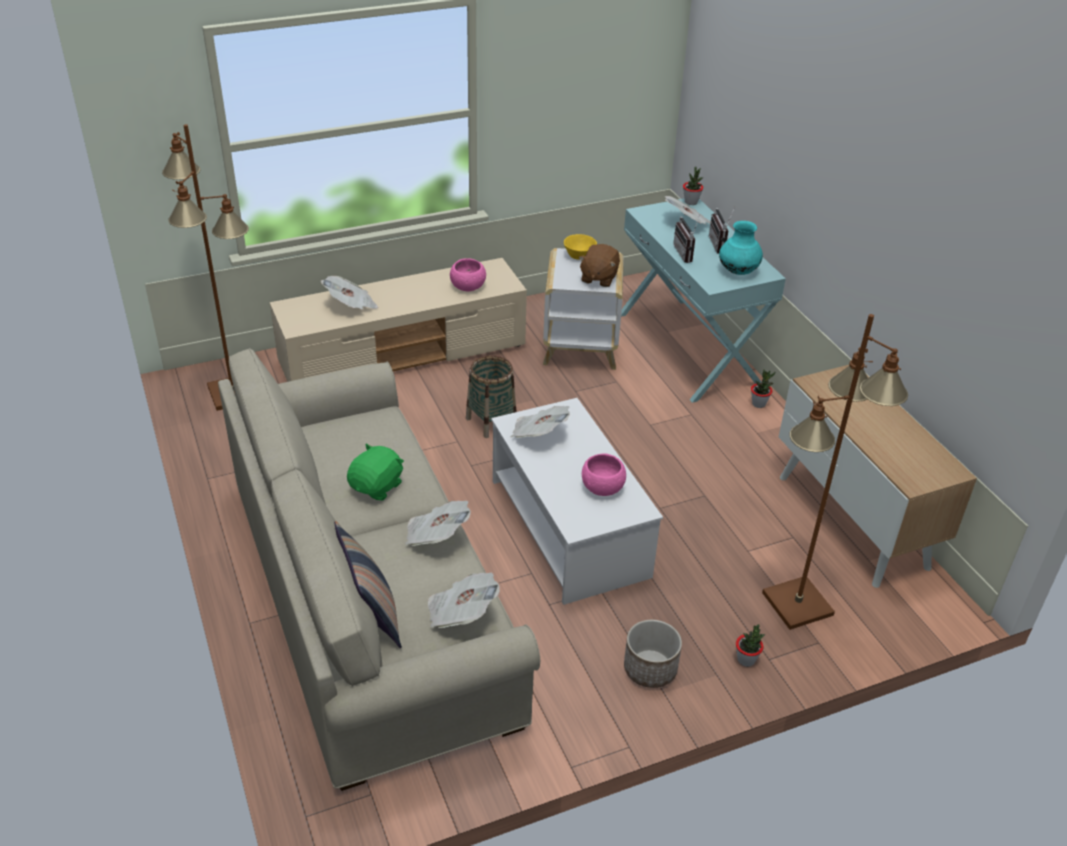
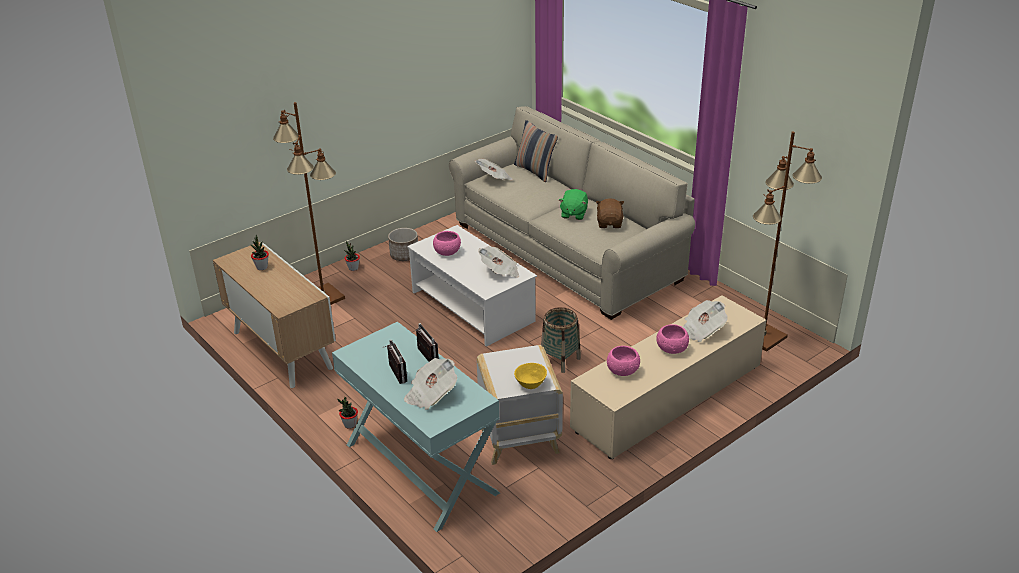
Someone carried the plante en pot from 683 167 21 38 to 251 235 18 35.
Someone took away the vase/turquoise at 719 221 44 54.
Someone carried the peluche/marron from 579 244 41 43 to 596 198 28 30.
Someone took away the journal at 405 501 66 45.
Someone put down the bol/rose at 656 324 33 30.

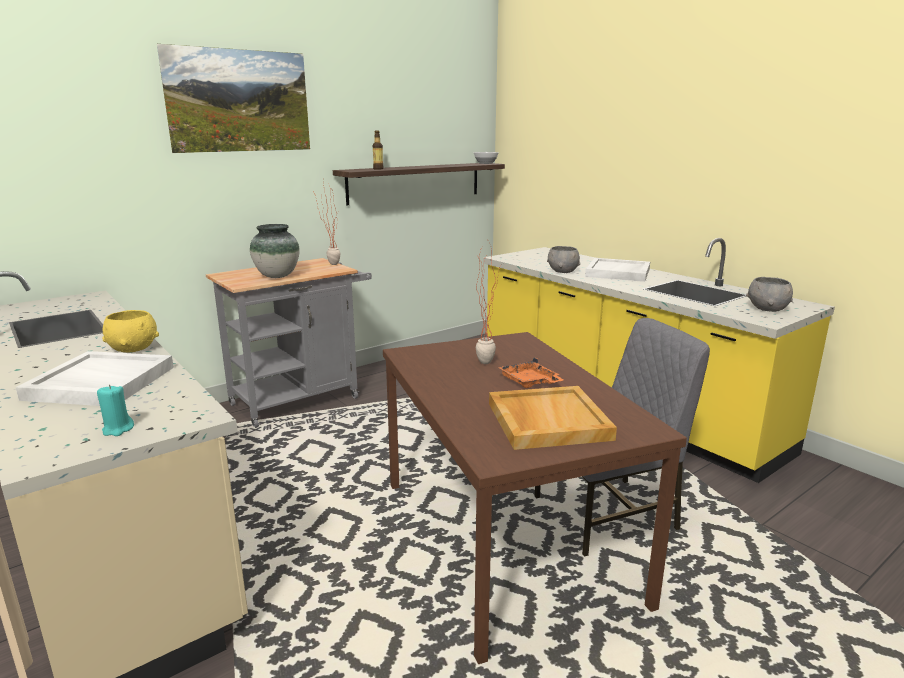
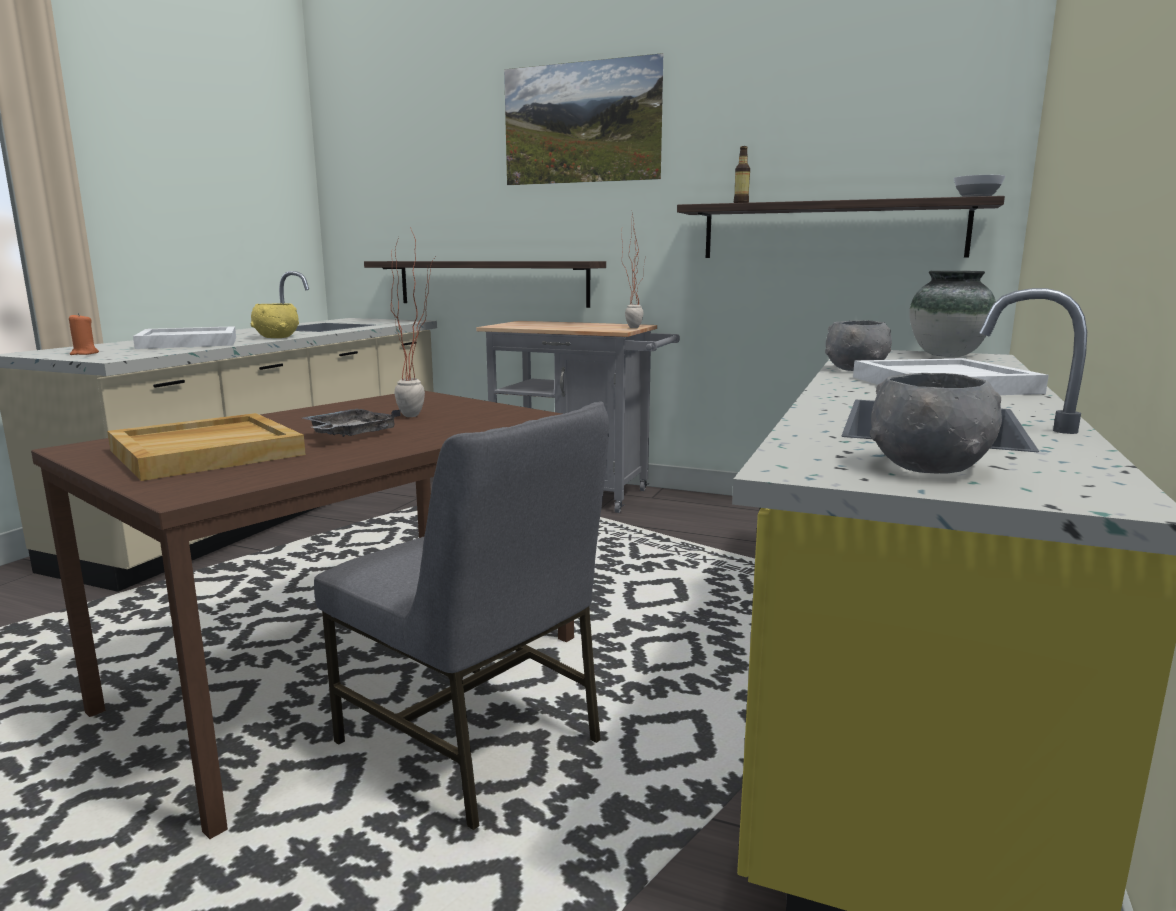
Someone carried the vase from 250 224 50 54 to 909 271 87 86.
Someone repainted the plateau/orange at 498 357 65 31, which became the plateau/gris at 303 409 98 28.
Someone repainted the bougie/turquoise at 97 385 37 51, which became the bougie/orange at 69 313 30 42.
Someone put up the étagère at 364 261 242 47.

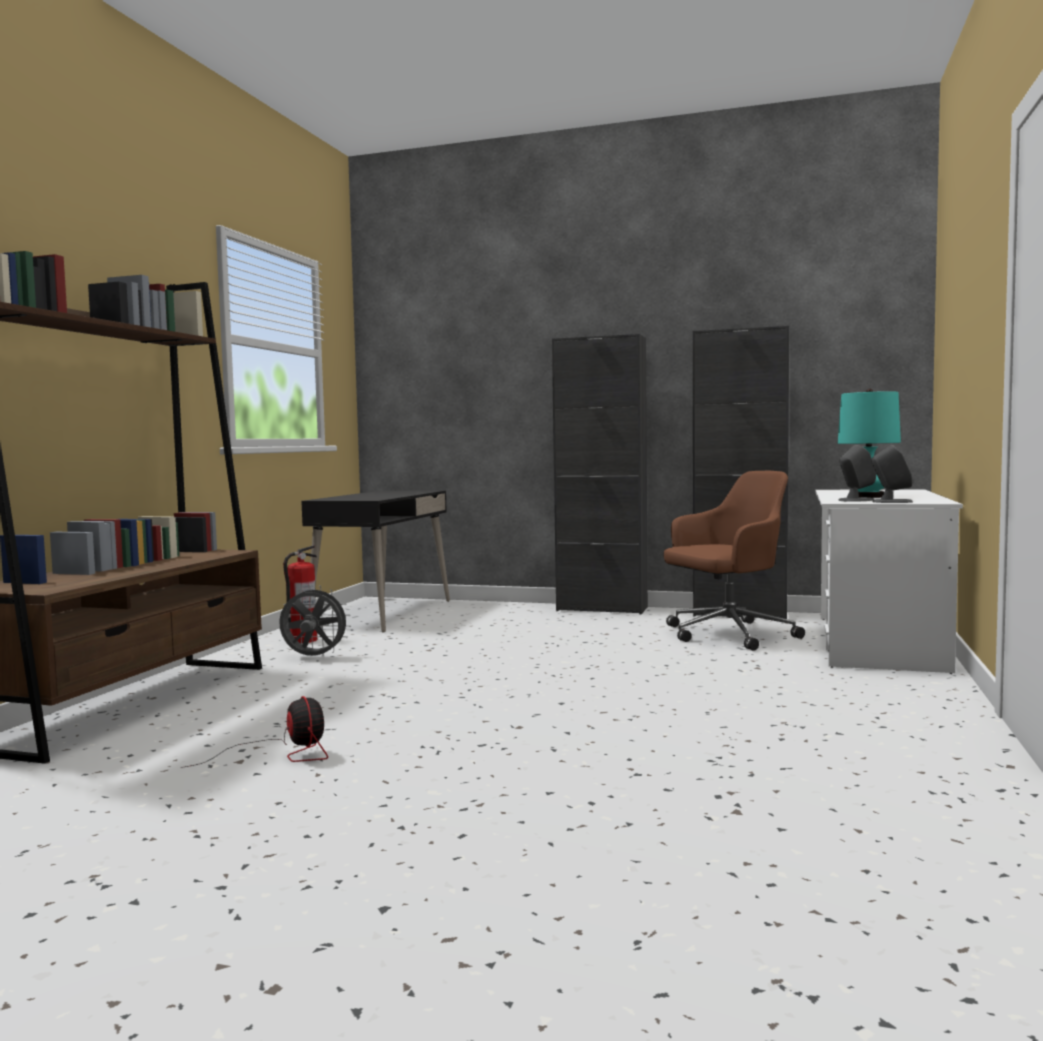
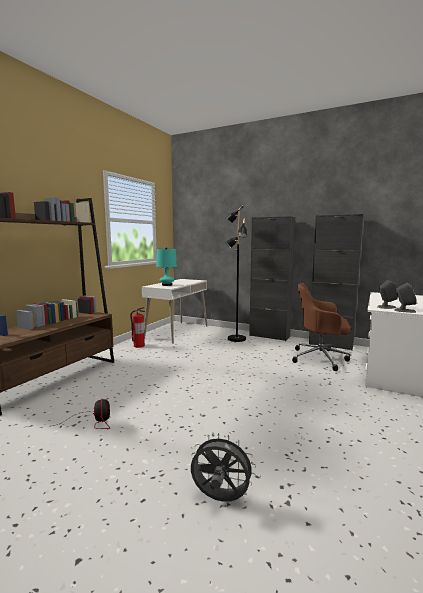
Someone carried the lampe de table/turquoise from 838 389 63 109 to 156 247 21 39.
Someone rotated the chaise de bureau/marron at 664 471 141 180 by 150 degrees counterclockwise.
Someone repainted the bureau/noir at 301 491 149 141, which became the bureau/blanc at 142 279 65 65.
Someone carried the ventilateur/gris from 279 585 72 71 to 191 433 65 69.
Someone put down the lampadaire/noir at 225 205 22 137.

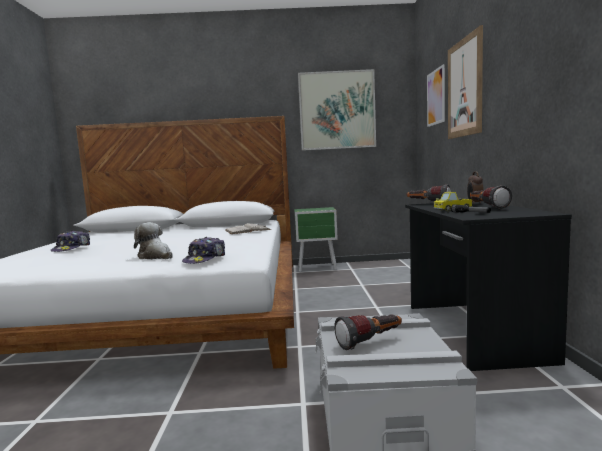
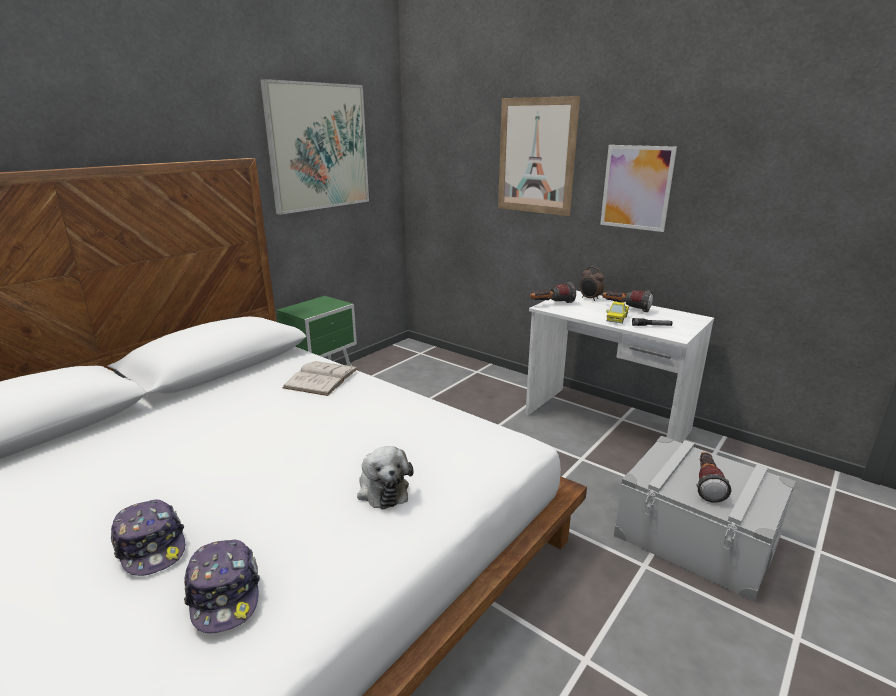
Someone carried the tableau from 427 64 18 63 to 600 145 77 87.
Someone repainted the bureau/noir at 405 201 167 170, which became the bureau/blanc at 525 291 189 152.
Someone rotated the peluche at 134 222 39 37 by 105 degrees counterclockwise.
Someone carried the casquette from 182 237 43 27 to 184 540 76 93.

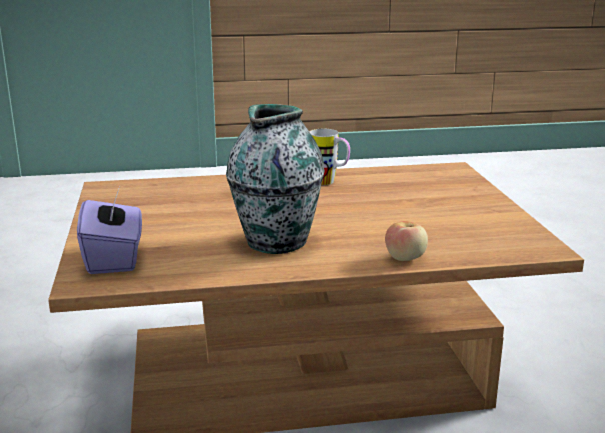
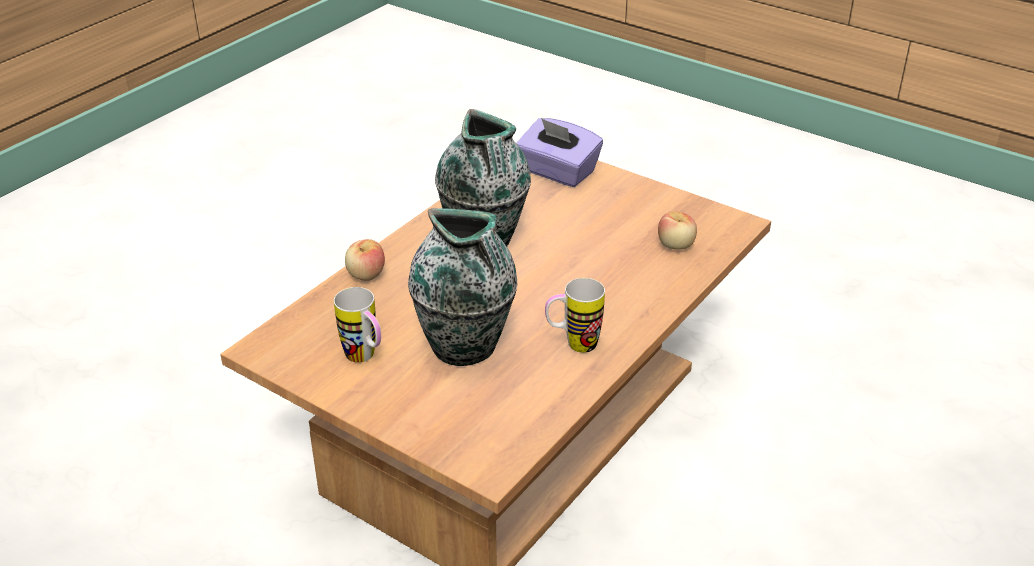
Someone put down the vase at 408 208 109 158.
Someone put down the pomme at 658 212 39 38.
Someone put down the mug at 334 287 47 76.

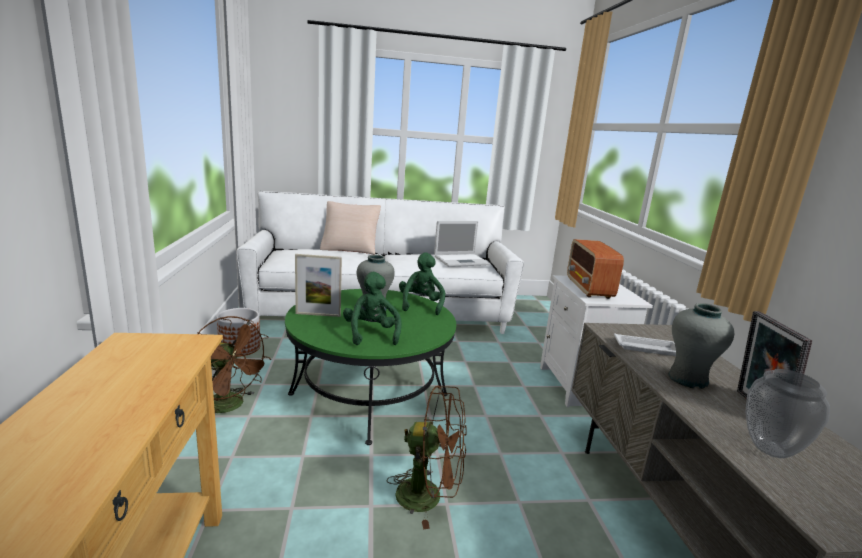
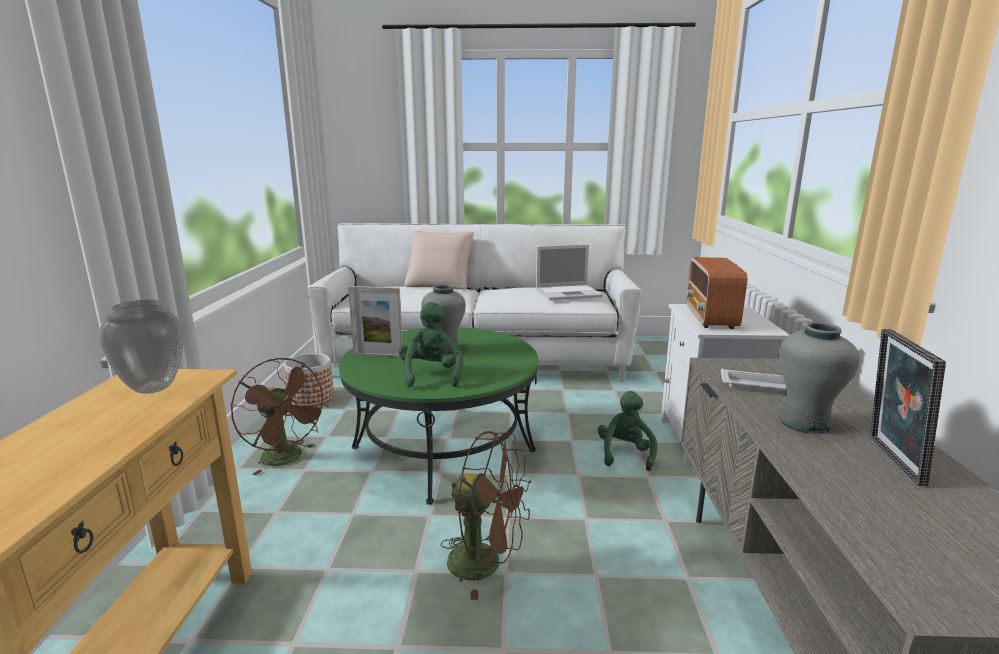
Someone carried the peluche/vert from 399 252 46 63 to 598 391 59 80.
Someone carried the vase from 745 369 85 89 to 99 300 84 94.

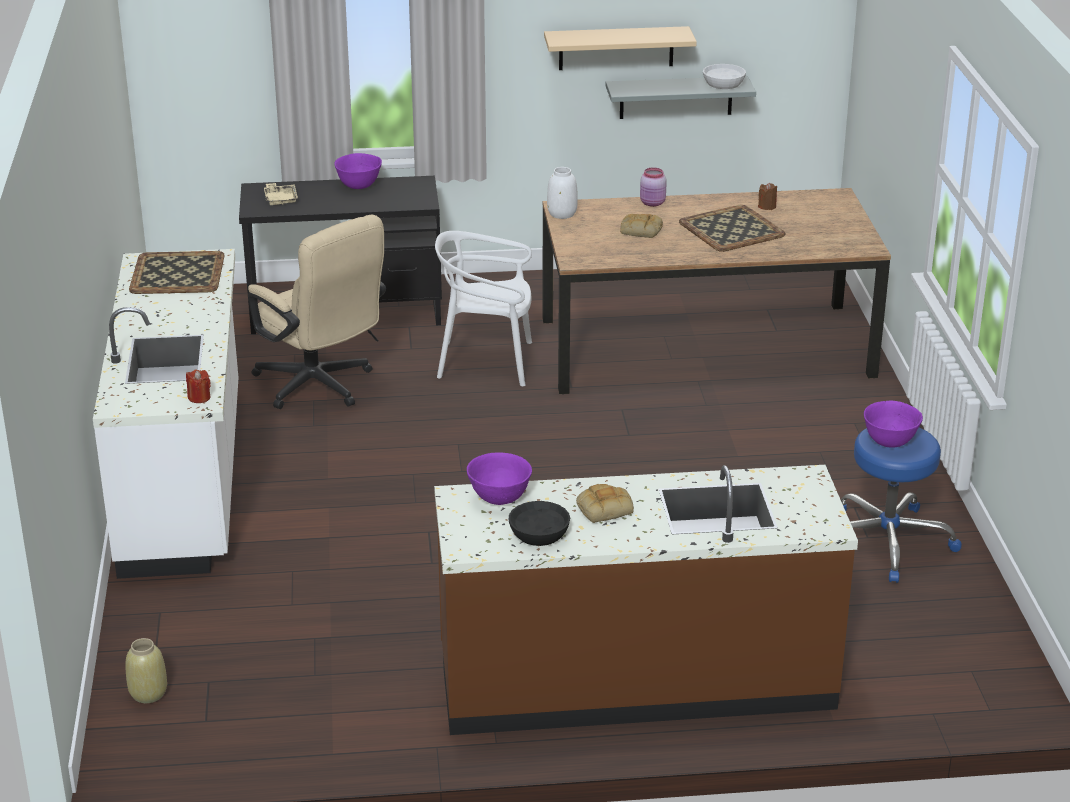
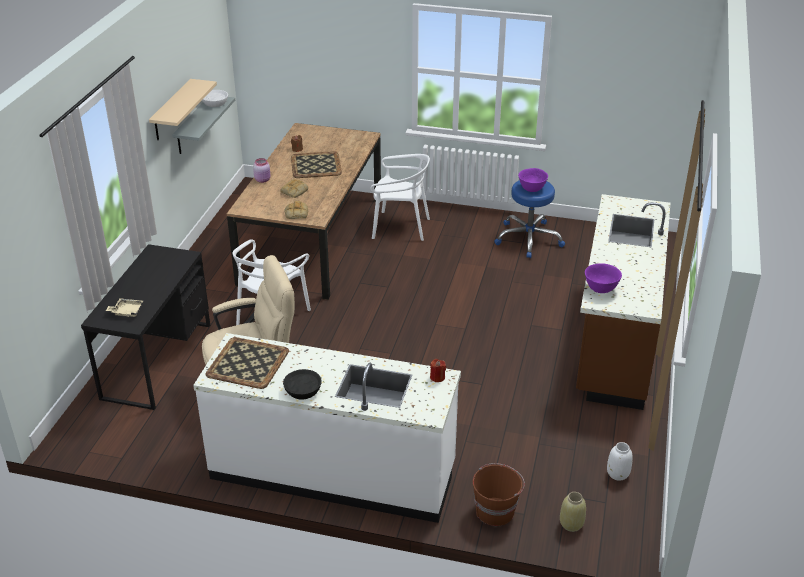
Someone took away the bol/violet at 334 153 48 36.
Someone carried the vase/blanc from 547 167 31 52 to 607 442 26 39.
Someone carried the pain from 576 484 58 39 to 284 201 24 18.
Someone carried the bol/noir from 509 501 61 45 to 283 369 39 31.
Someone put down the chaise/blanc at 370 154 60 87.
Someone put down the seau/marron at 473 463 52 63.

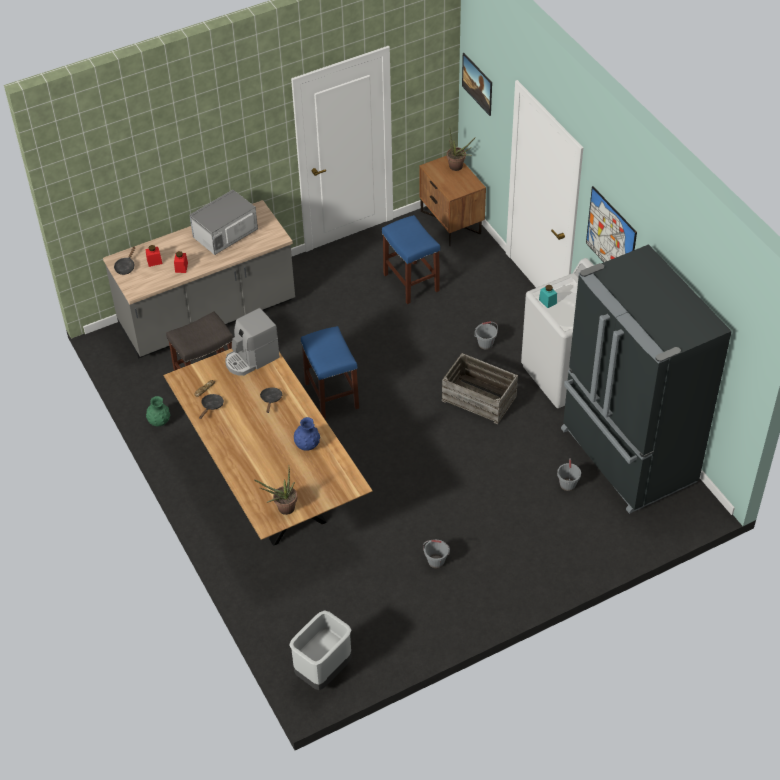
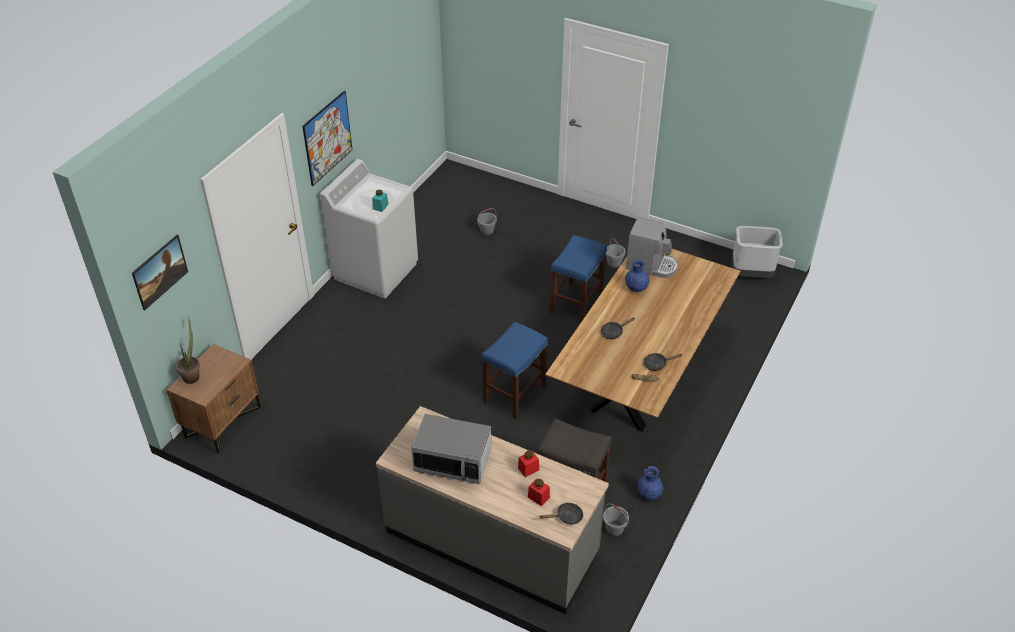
Someone carried the tabouret/bleu from 382 215 58 89 to 550 235 57 88.
Someone took away the réfrigérateur/noir at 561 244 171 270.
Someone carried the machine à café from 225 308 55 68 to 626 217 52 61.
Someone carried the seau/gris from 475 321 23 29 to 603 503 26 34.
Someone took away the caisse at 442 353 76 71.
Someone repainted the vase/vert at 146 396 24 30, which became the vase/bleu at 637 466 26 34.
Someone took away the plante en pot at 255 467 42 48.

